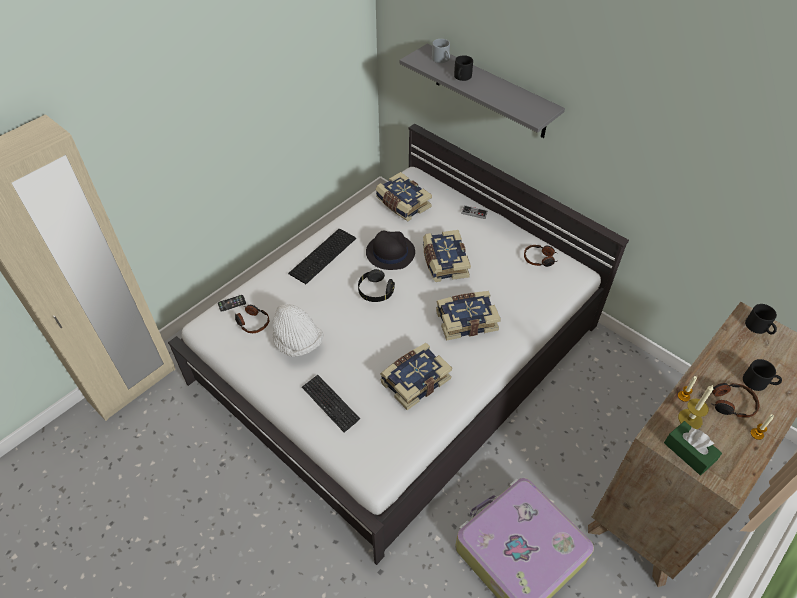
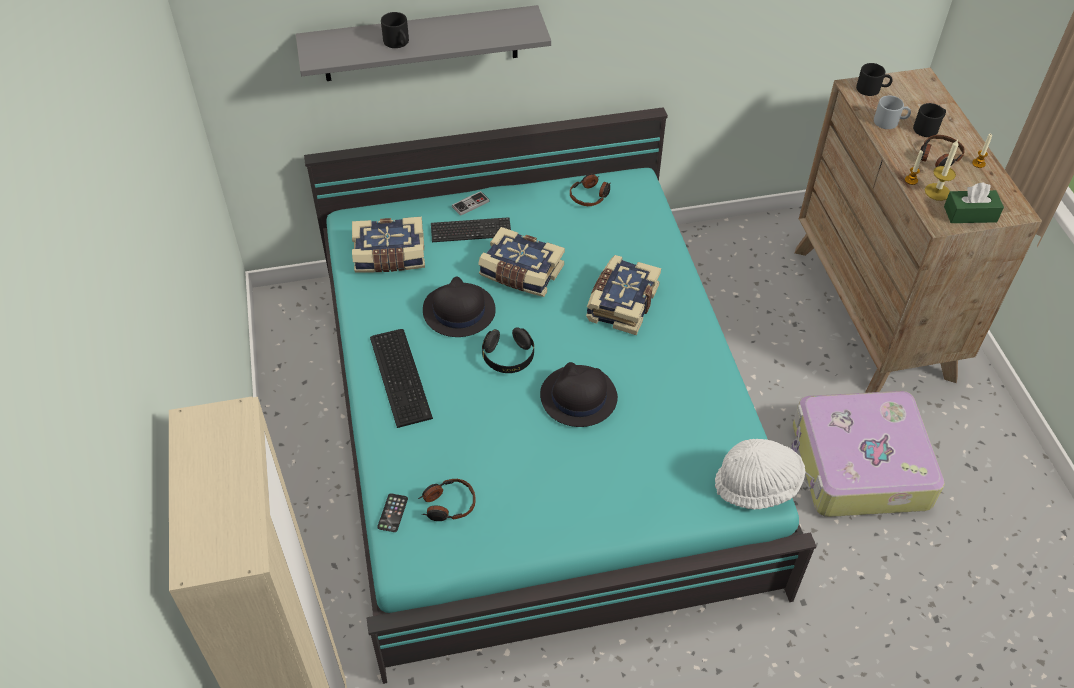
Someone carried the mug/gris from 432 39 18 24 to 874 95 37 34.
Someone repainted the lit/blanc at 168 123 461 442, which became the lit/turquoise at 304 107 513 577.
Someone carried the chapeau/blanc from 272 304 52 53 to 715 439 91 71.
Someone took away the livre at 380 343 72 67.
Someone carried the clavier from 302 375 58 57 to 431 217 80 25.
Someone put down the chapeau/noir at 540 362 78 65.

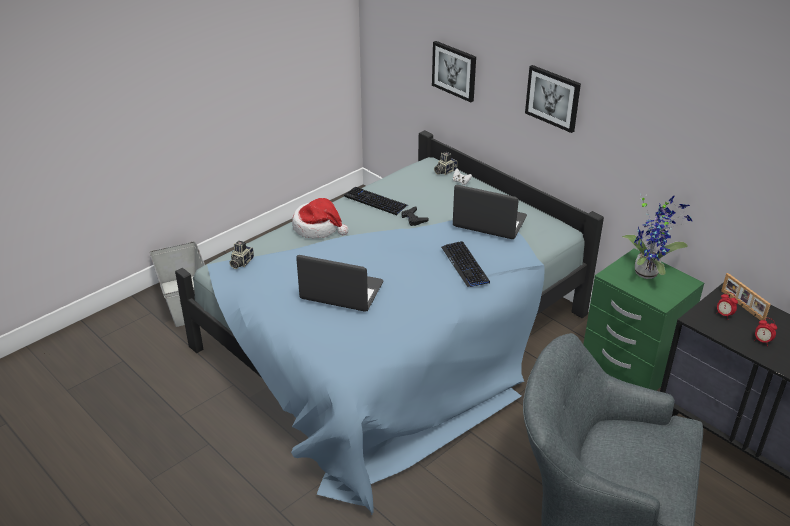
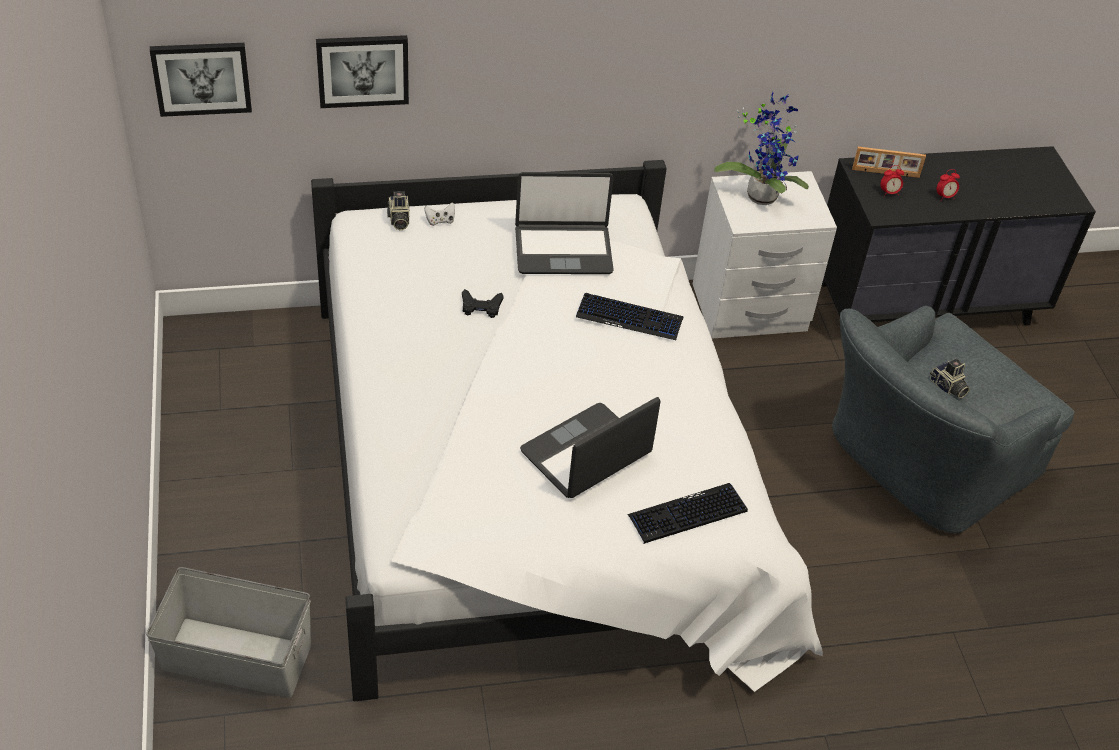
Someone carried the tableau from 525 65 56 68 to 150 43 102 74.
Someone repainted the lit/bleu at 175 130 429 385, which became the lit/blanc at 311 160 512 541.
Someone rotated the ordinateur portable at 453 185 74 54 by 150 degrees counterclockwise.
Someone carried the clavier from 344 187 64 28 to 627 483 121 61.
Someone took away the chapeau at 292 198 56 40.
Someone carried the appareil photo from 229 241 25 28 to 930 359 40 39.
Someone repainted the table de chevet/vert at 583 248 121 143, which became the table de chevet/blanc at 693 171 144 168.

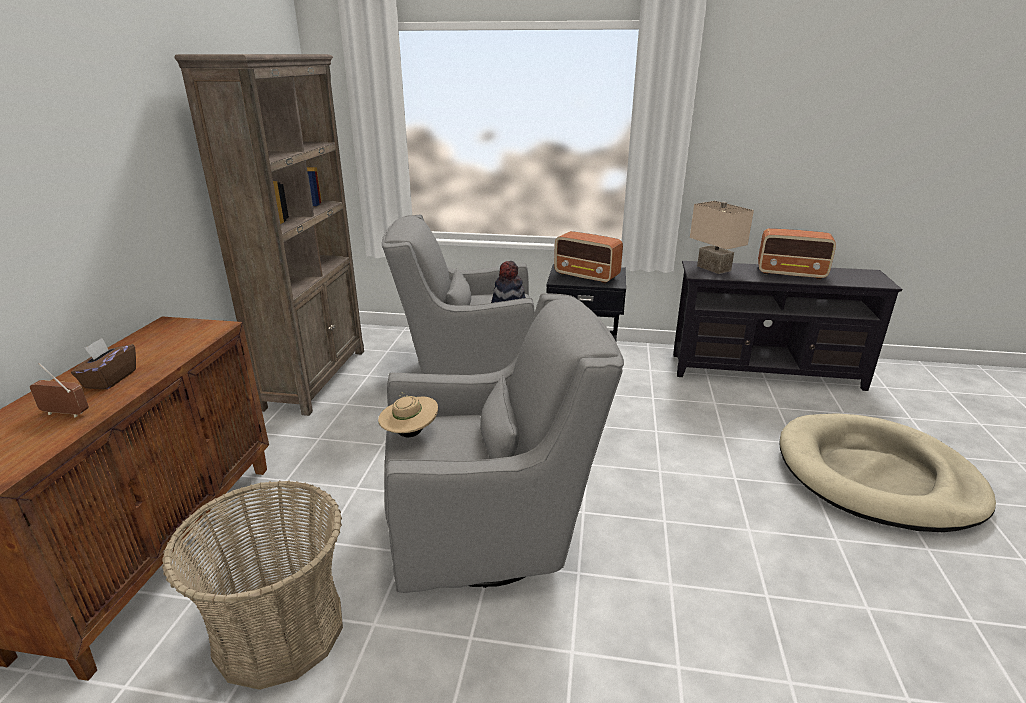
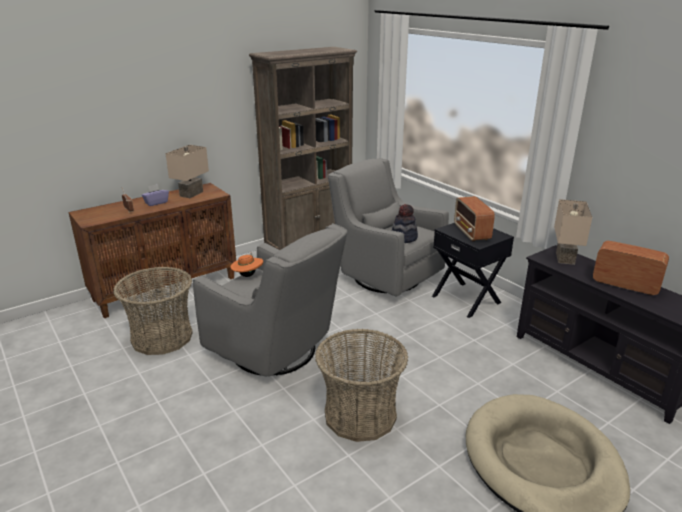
Someone rotated the radio at 758 228 78 52 by 150 degrees clockwise.
Someone repainted the boîte à mouchoirs/marron at 71 338 65 52, which became the boîte à mouchoirs/violet at 142 184 27 22.
Someone repainted the chapeau/beige at 378 392 60 45, which became the chapeau/orange at 230 253 33 24.
Someone put down the lampe de table/beige at 165 145 44 53.
Someone put down the panier at 315 329 93 113.

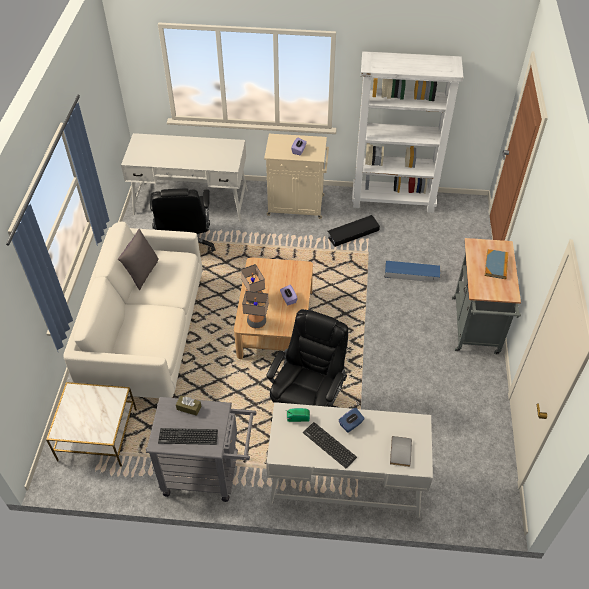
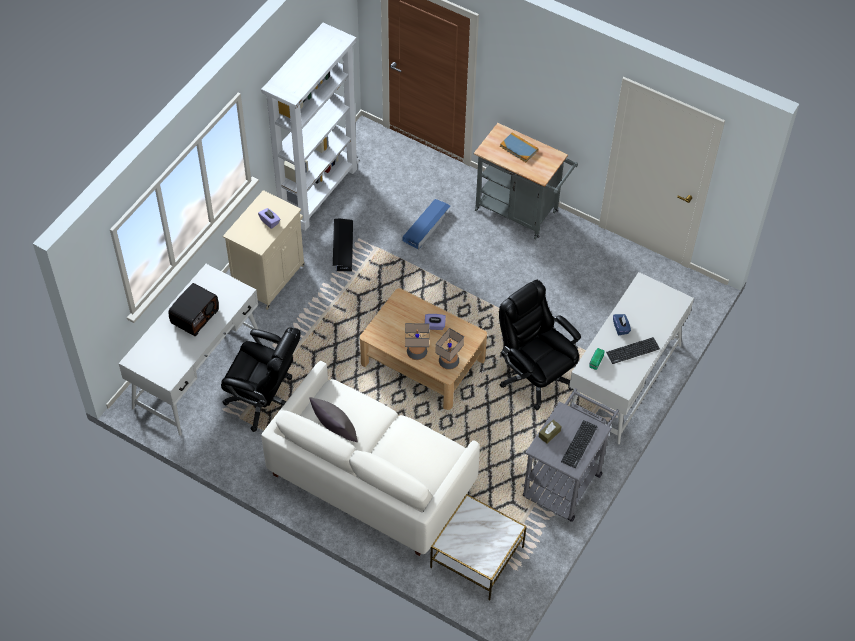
Someone took away the livre/gris at 390 436 22 31.
Someone put down the radio at 168 283 51 53.

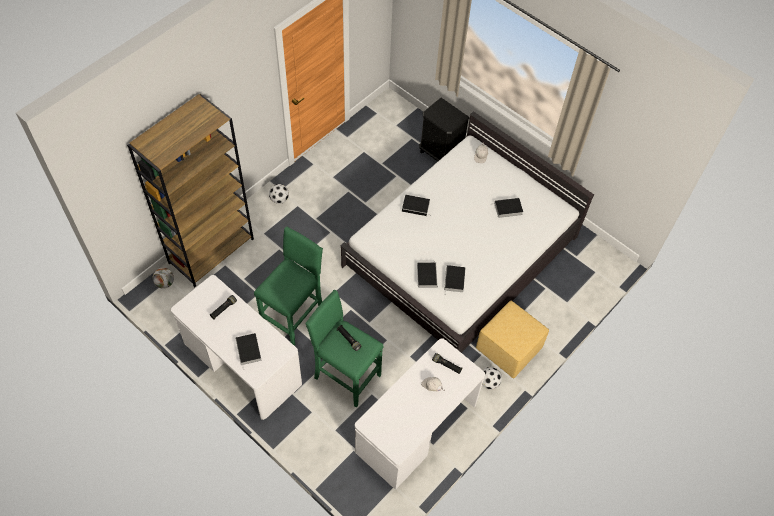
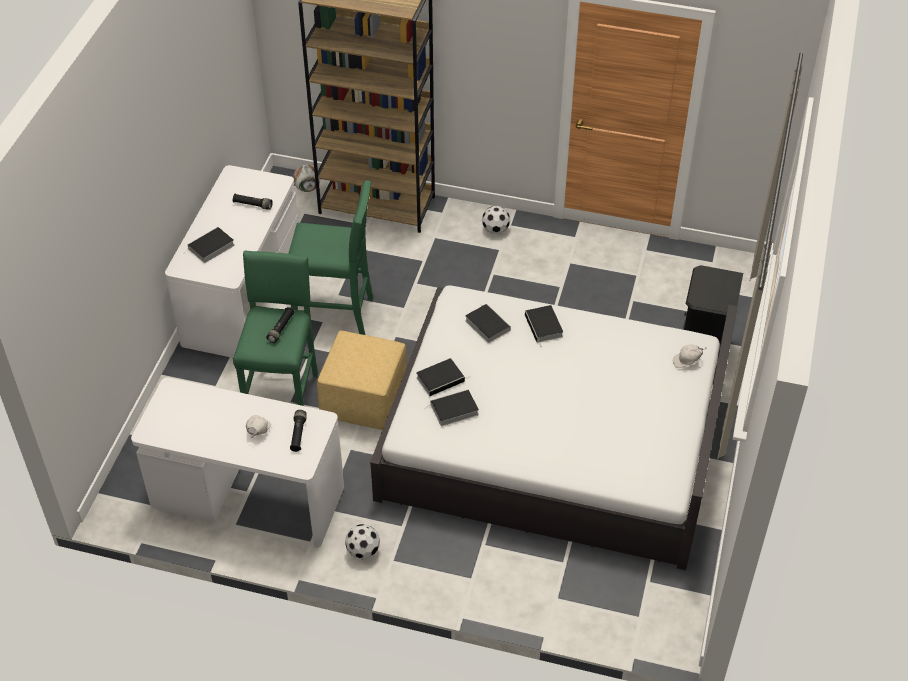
Someone carried the livre from 491 198 32 20 to 465 304 46 39.
Someone carried the pouf/jaune from 476 301 73 77 to 317 330 90 100.

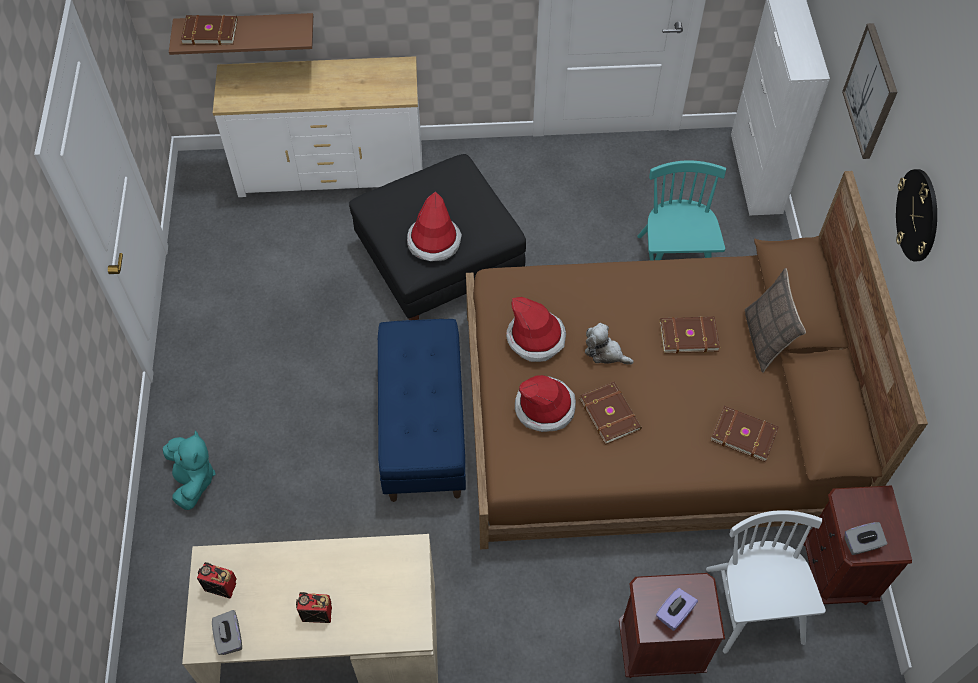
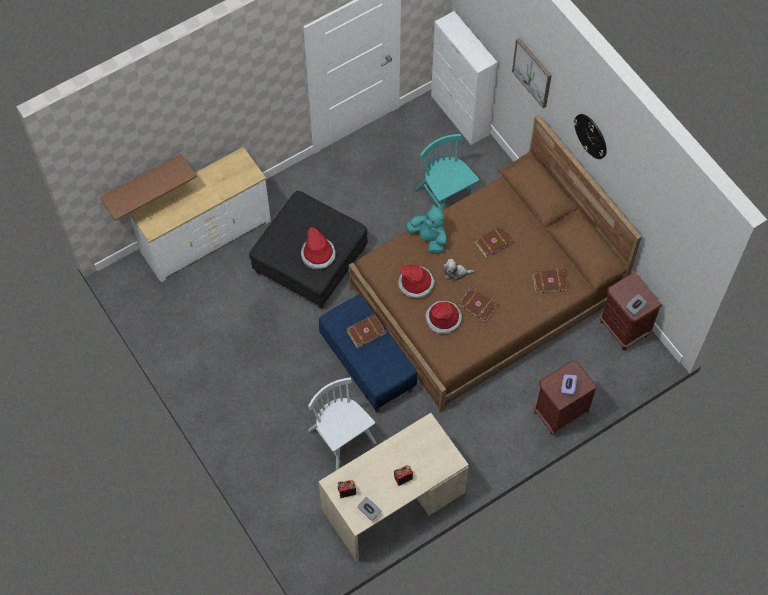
Someone carried the livre/marron from 181 15 57 30 to 346 314 40 34.
Someone took away the coussin at 745 268 61 105.
Someone carried the peluche/turquoise from 163 430 53 80 to 406 204 41 50.
Someone carried the chaise/blanc from 706 510 120 144 to 308 378 69 92.

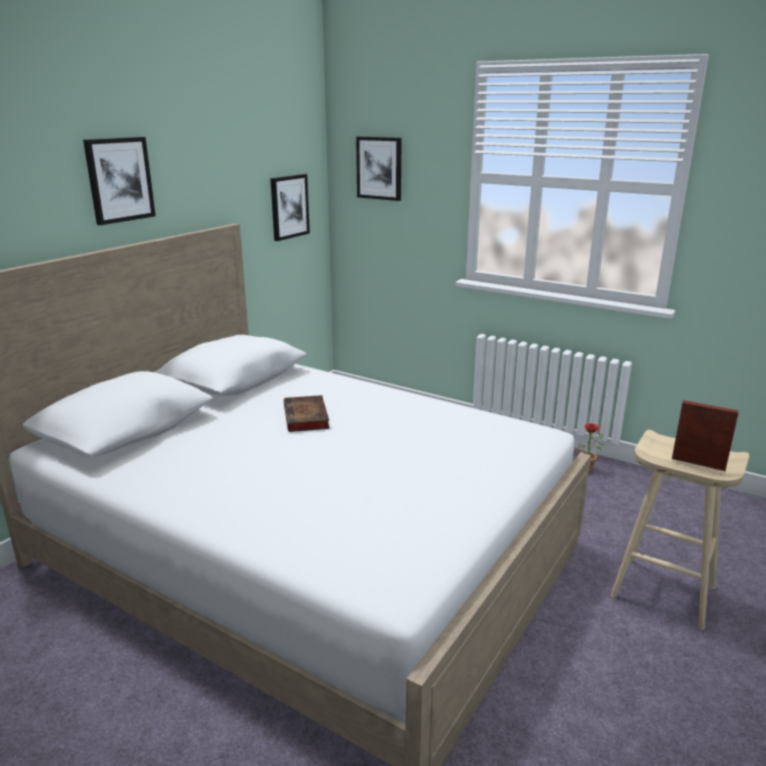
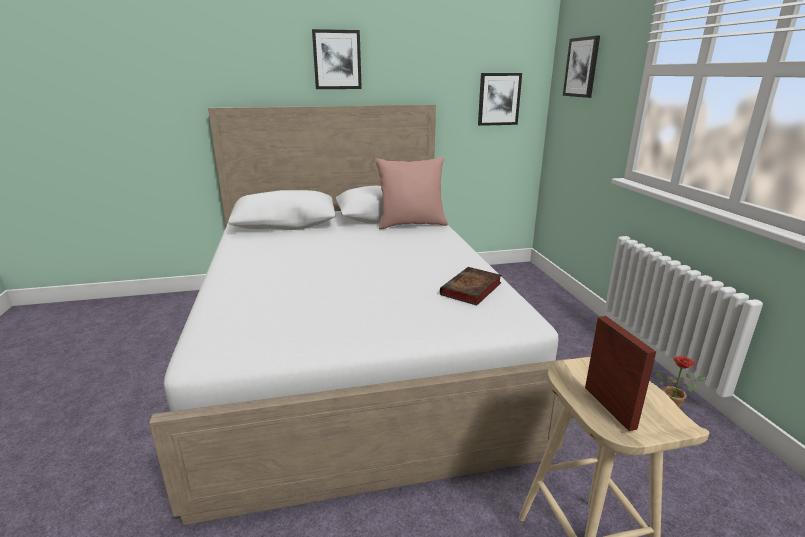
Someone carried the livre from 284 395 46 37 to 440 267 62 39.
Someone put down the coussin/rose at 375 157 73 72.

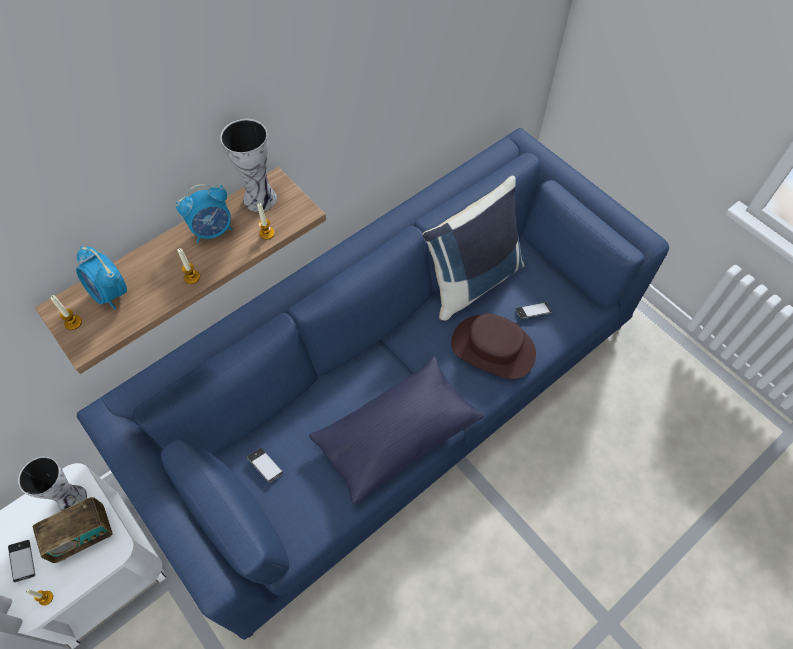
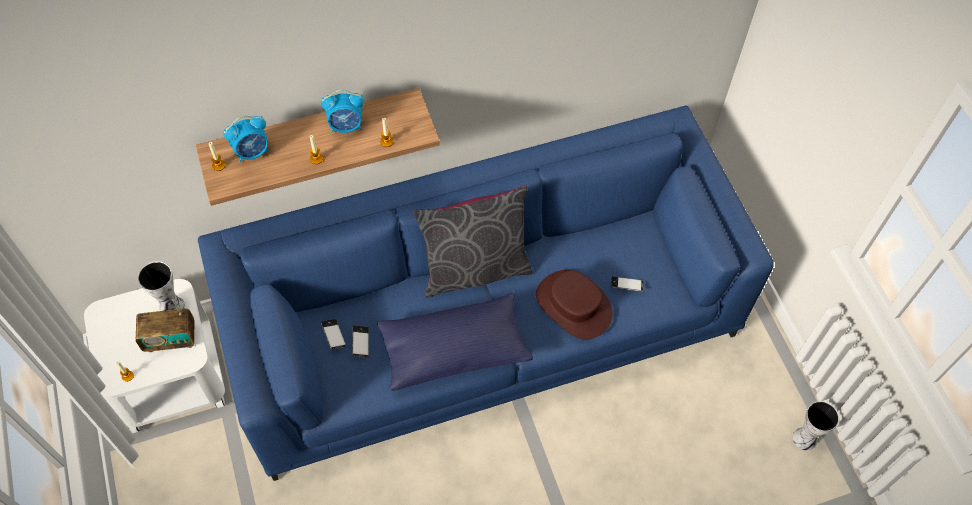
Someone carried the vase from 220 119 57 93 to 793 401 46 49.
Someone took away the coussin/bleu at 422 176 106 145.
Someone rotated the réveil at 76 246 51 64 by 90 degrees counterclockwise.
Someone carried the téléphone from 8 540 27 43 to 352 325 17 33.
Someone put down the coussin/gris at 413 185 120 113.

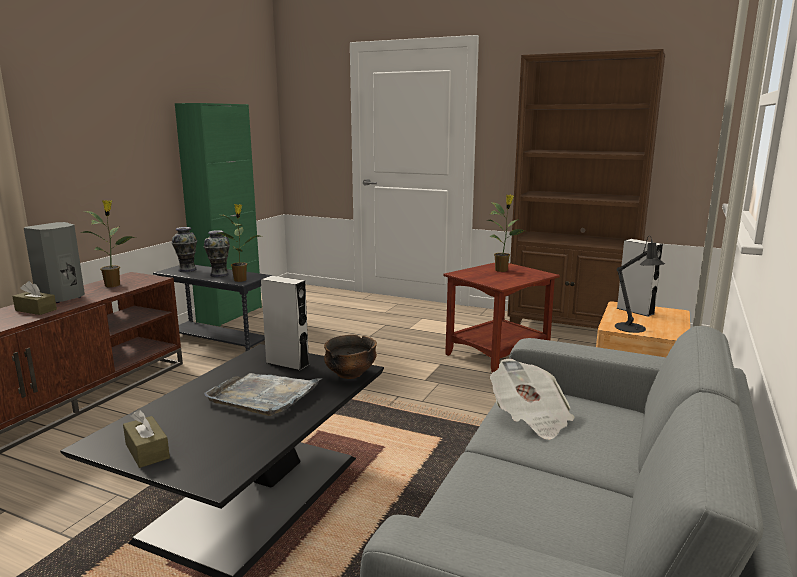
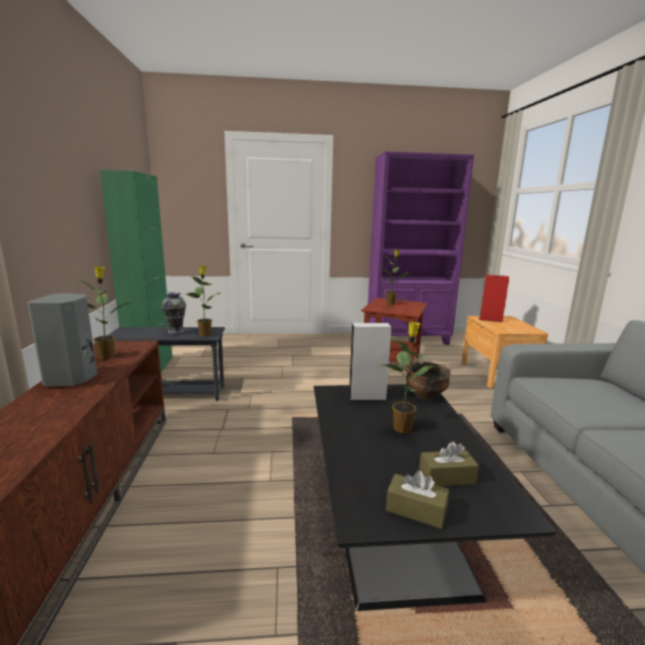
Someone repainted the bibliothèque/marron at 508 49 157 280, which became the bibliothèque/violet at 368 151 106 194.
Someone took away the vase at 171 227 26 45.
Someone took away the lampe de table/noir at 615 236 50 97.
Someone repainted the enceinte/gris at 616 239 47 78, which became the enceinte/rouge at 479 275 30 47.
Someone carried the boîte à mouchoirs/marron from 12 281 45 34 to 419 441 60 45.
Someone took away the journal at 490 359 85 81.
Someone swapped the plateau/gris at 204 373 119 43 for the plante en pot at 376 321 63 113.

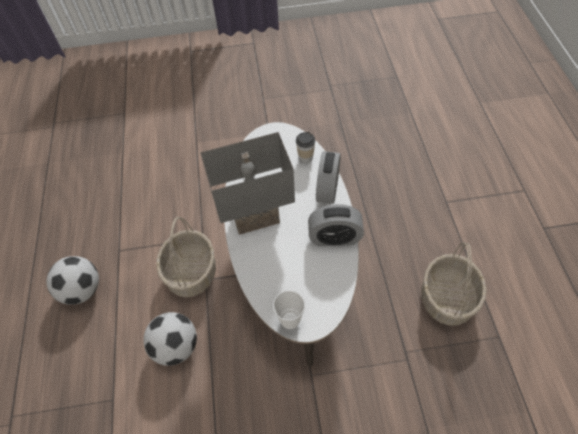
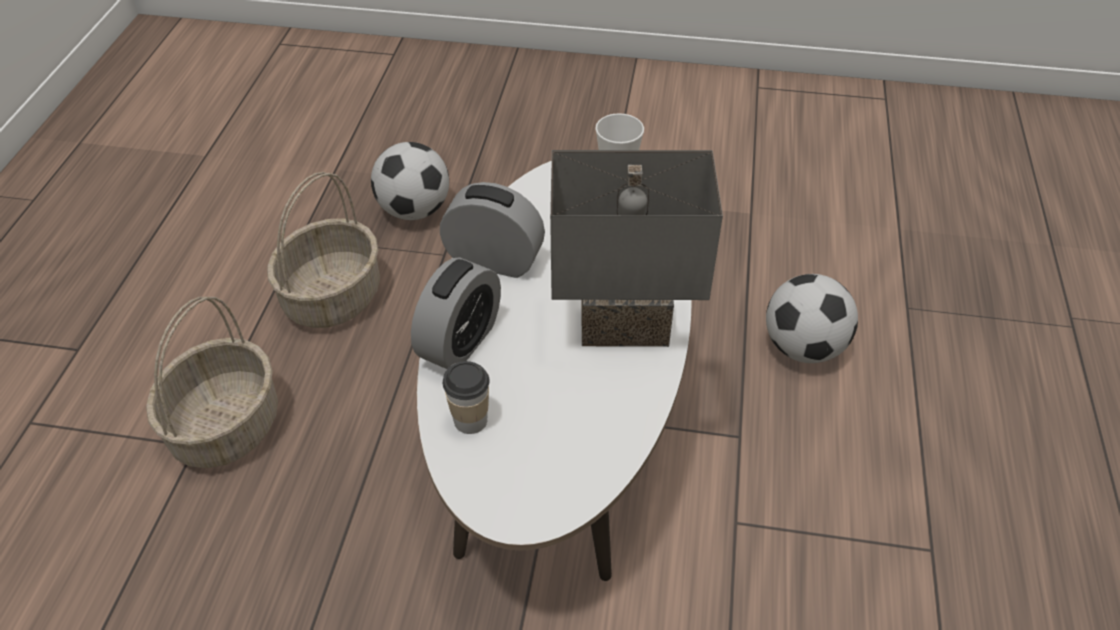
Someone carried the panier from 156 217 60 80 to 146 297 132 171.
Someone carried the ballon de foot from 46 256 53 49 to 371 142 78 78.

